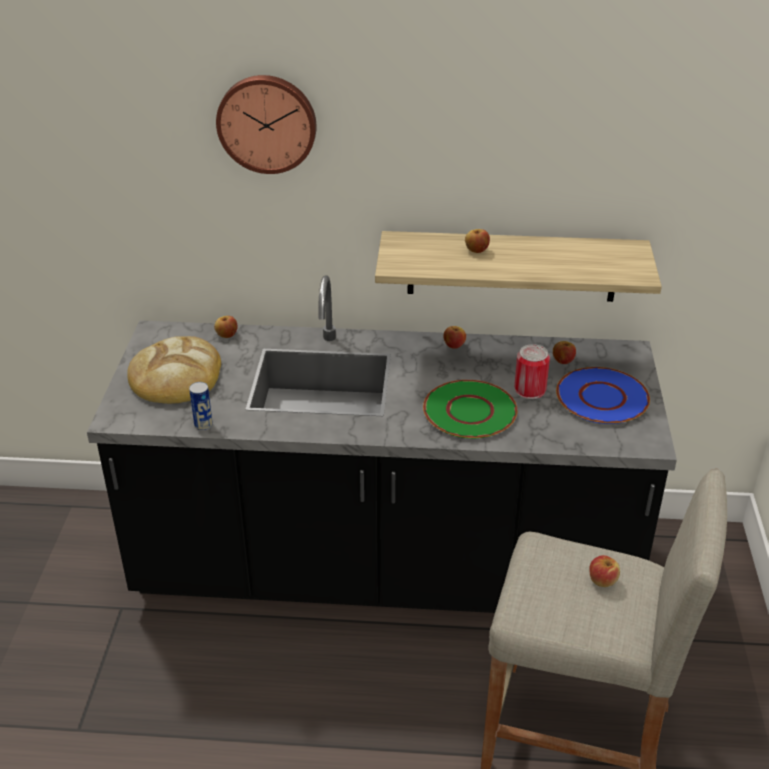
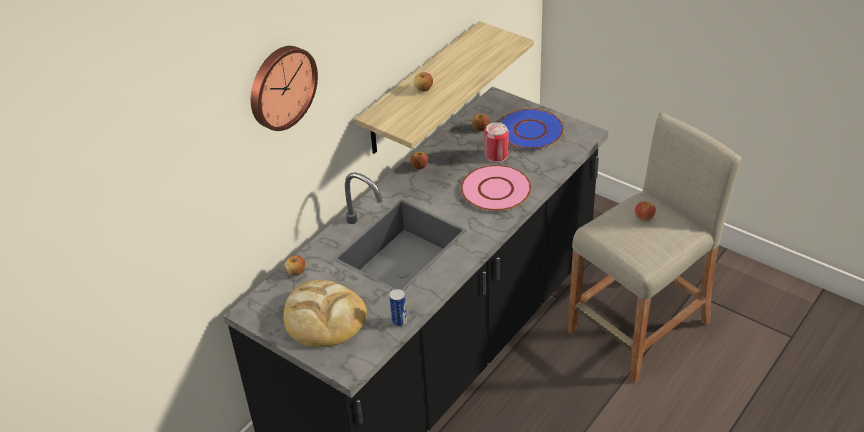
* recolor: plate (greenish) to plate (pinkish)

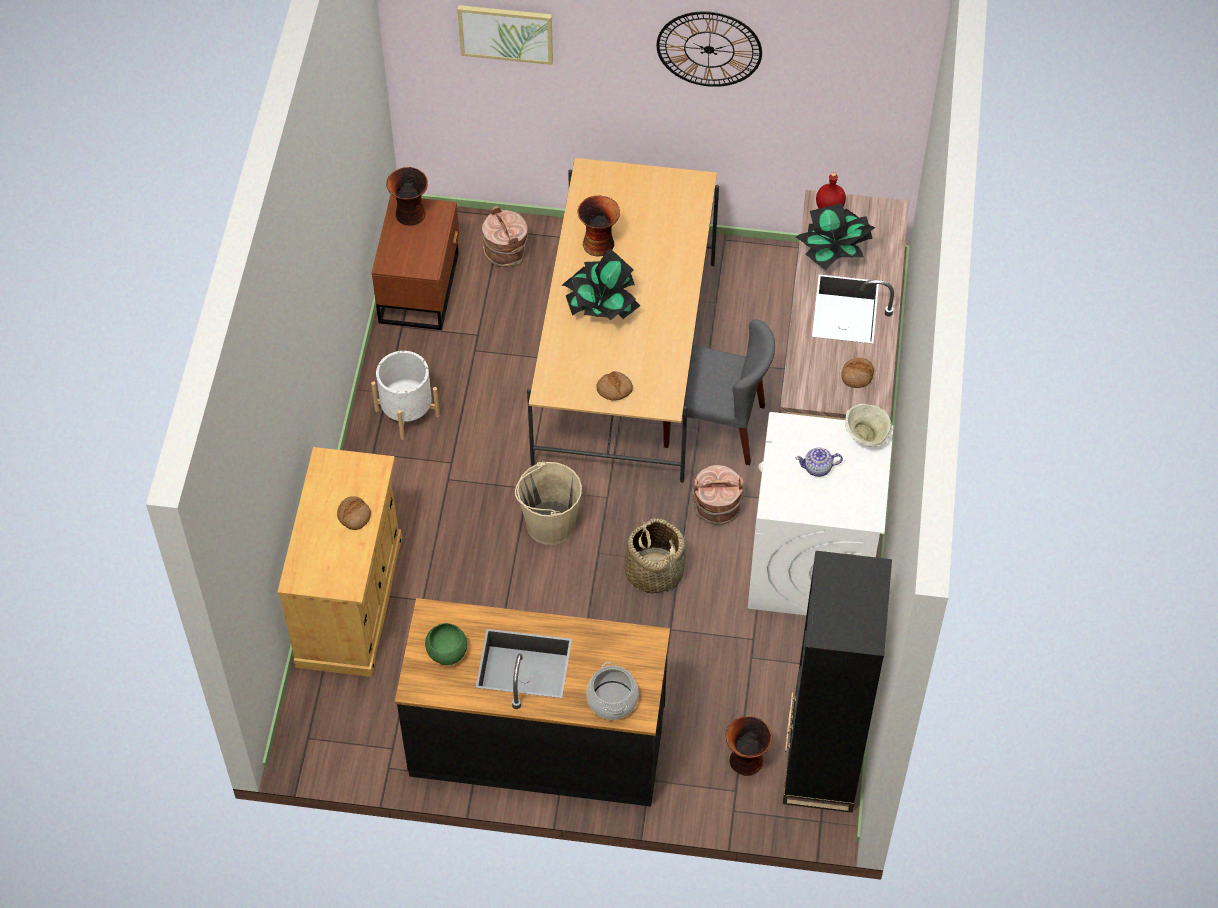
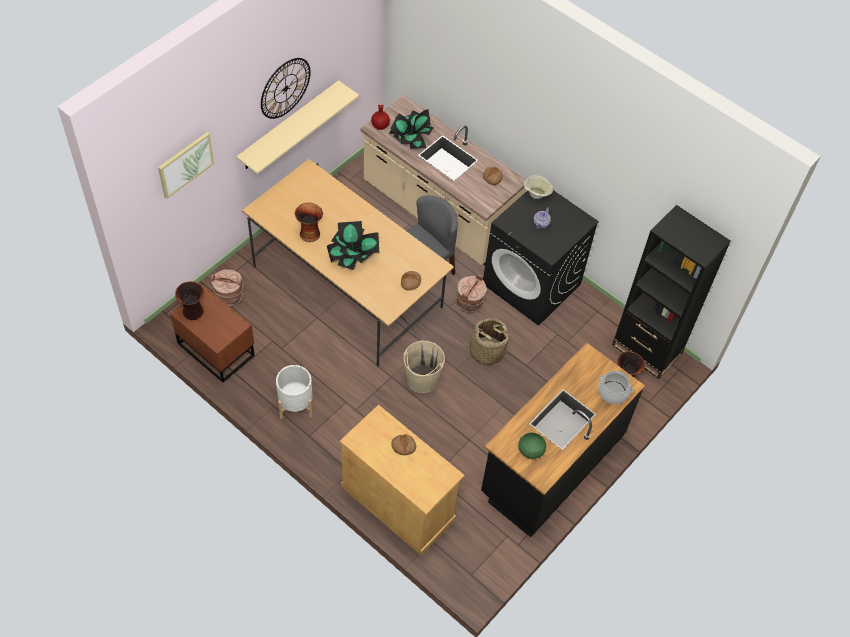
* insert: wall shelf (beige)
* recolor: laundry machine (white-coloured) to laundry machine (black-coloured)

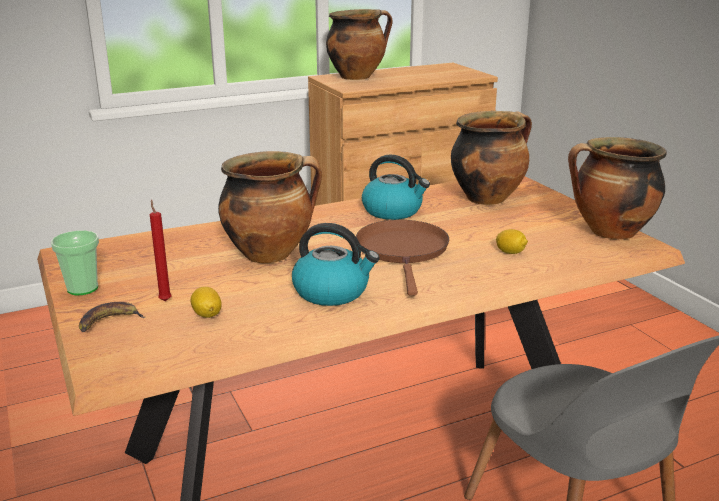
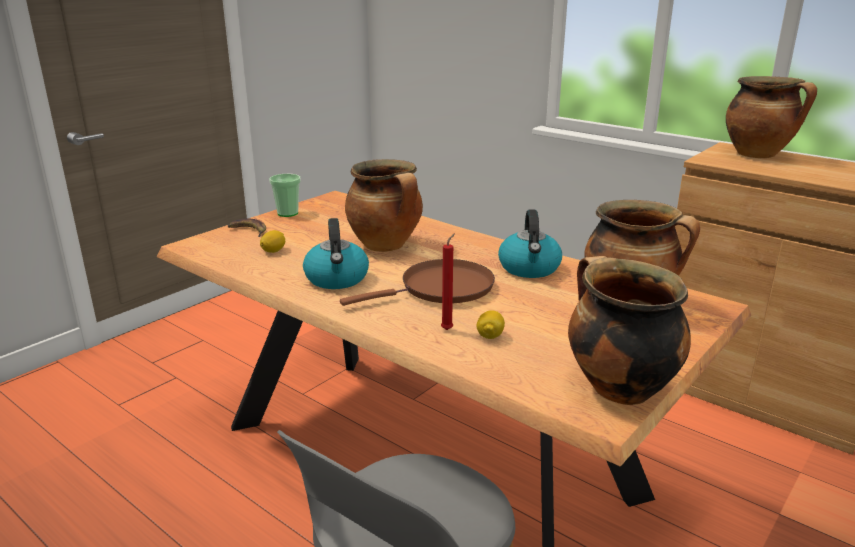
* move: wax candle (red-coloured)

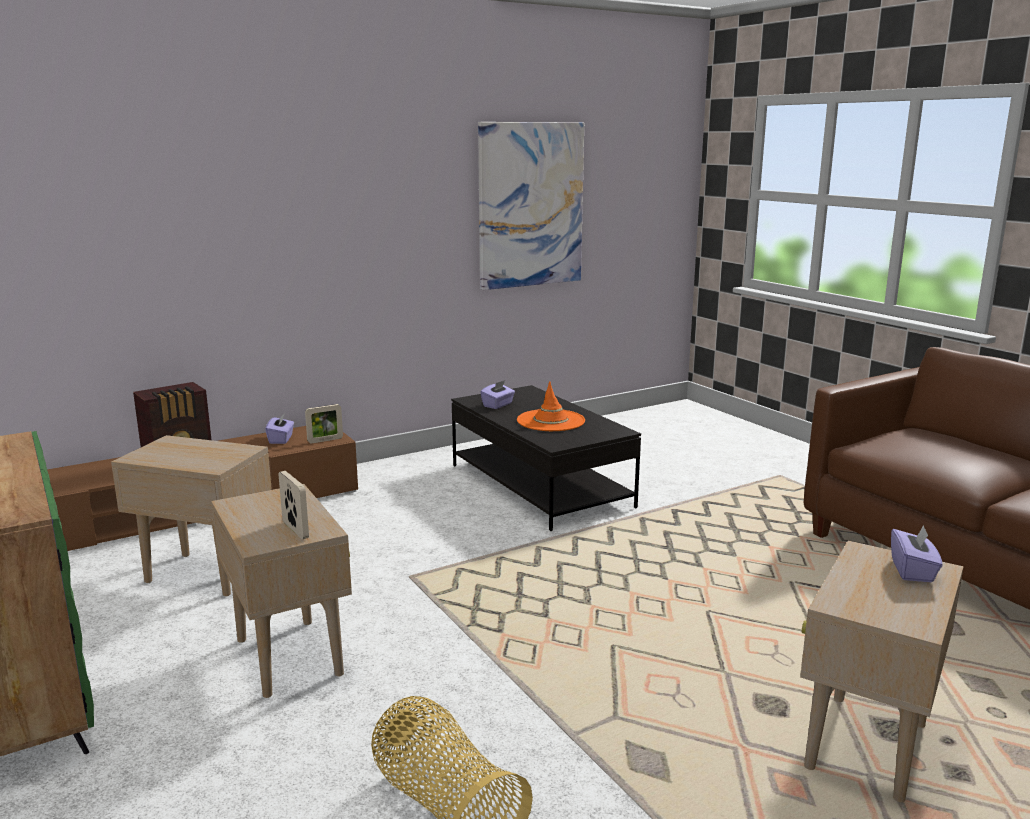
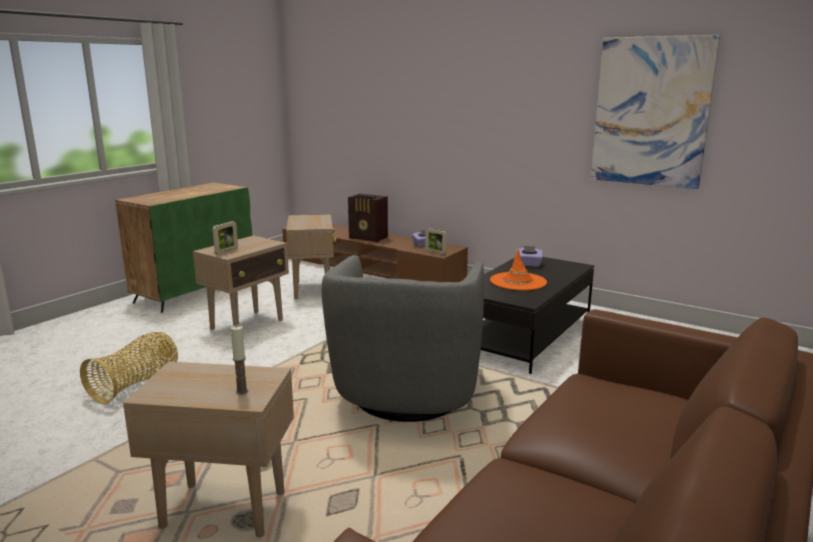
* insert: lounge chair (gray)
* replace: tissue holder (purplish) (3rd from left) to wax candle

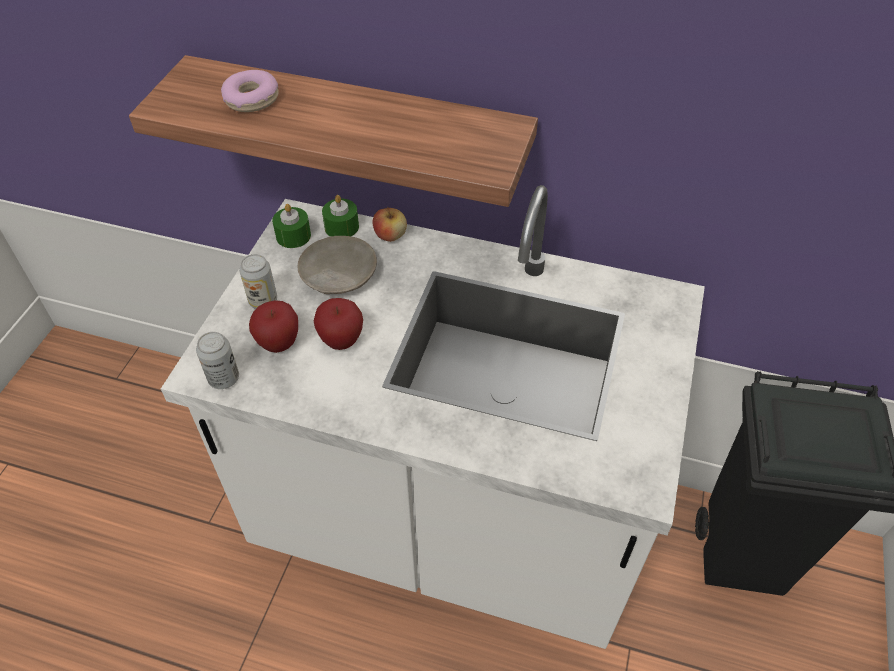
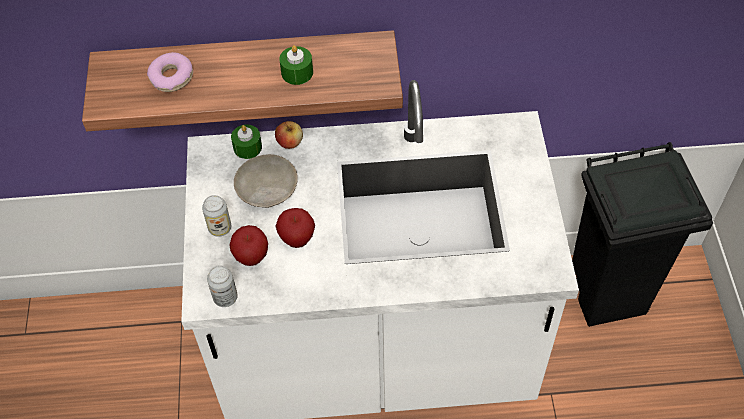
* move: wax candle (greenish) (1st from left in the first image) to wax candle (greenish) (2nd from left)

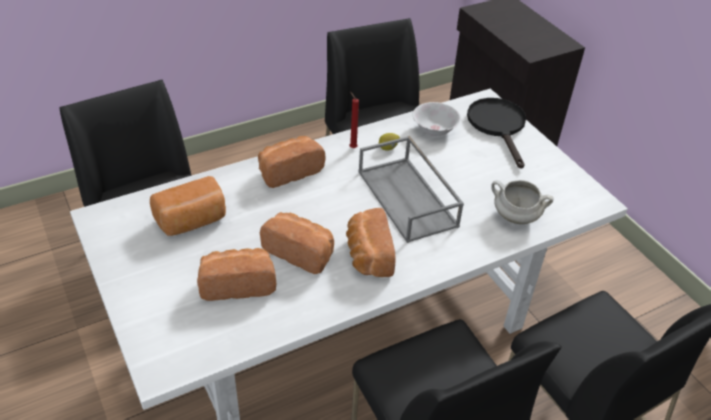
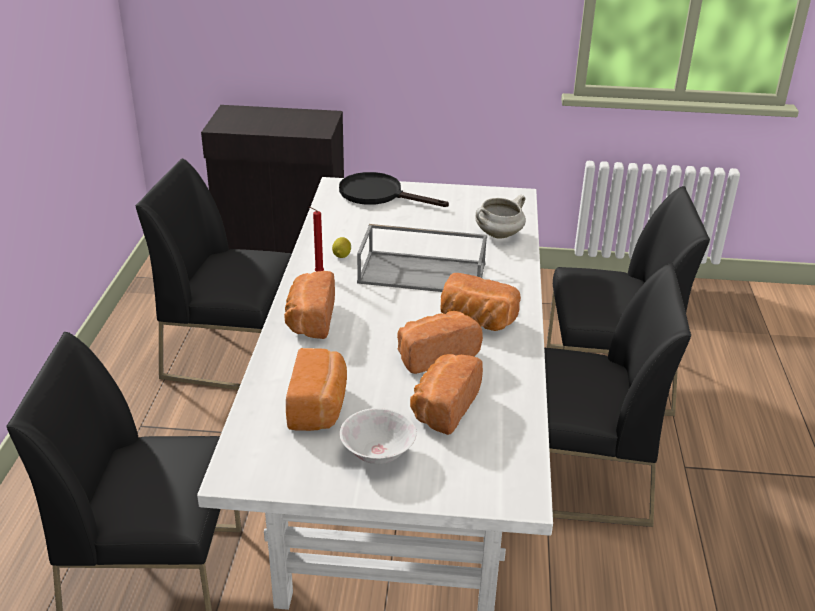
* move: deep dish (white-coloured)

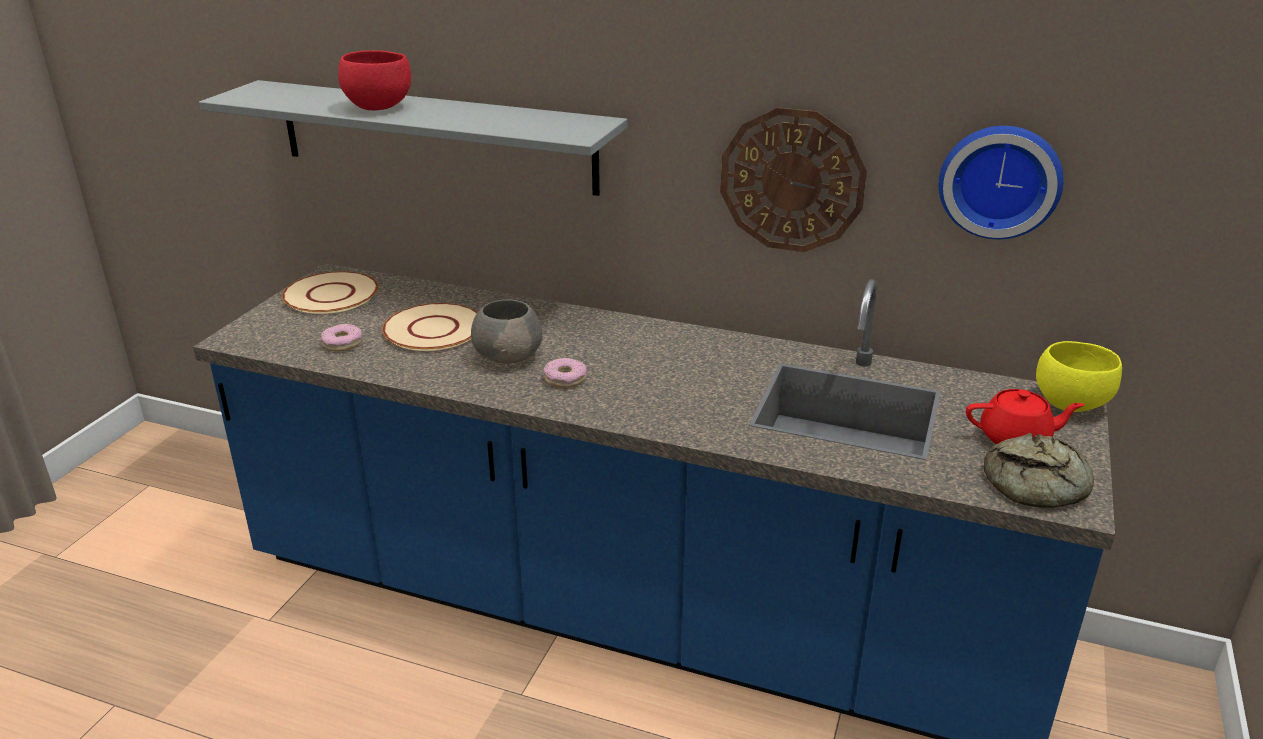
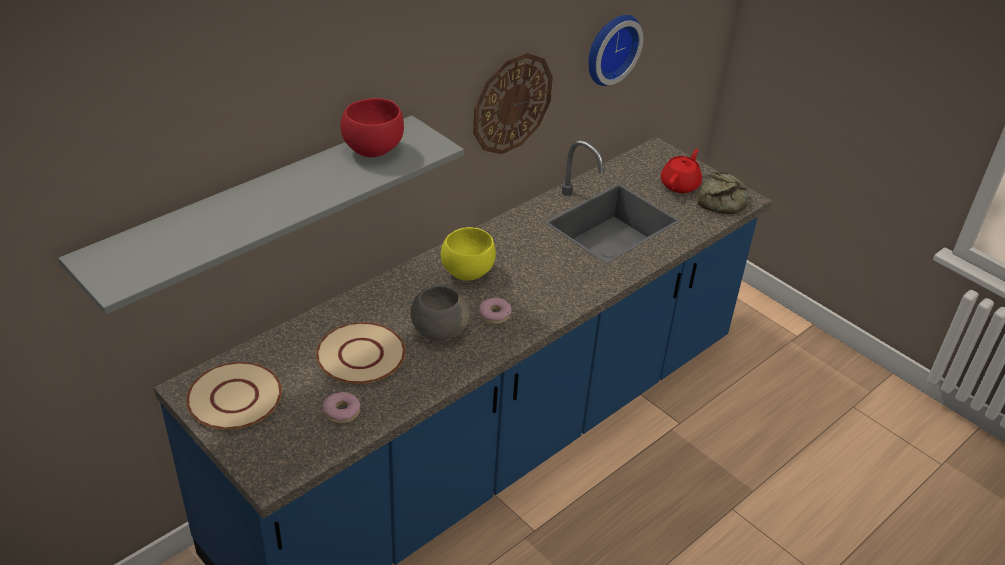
* move: deep dish (red-coloured)
* move: deep dish (yellow)

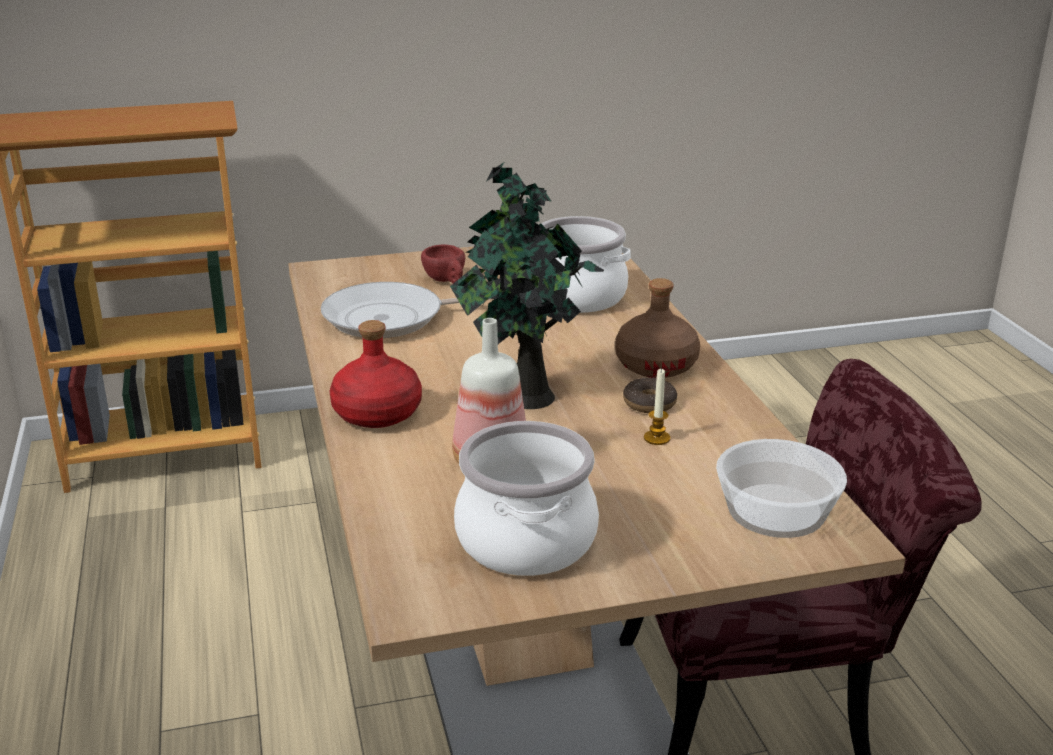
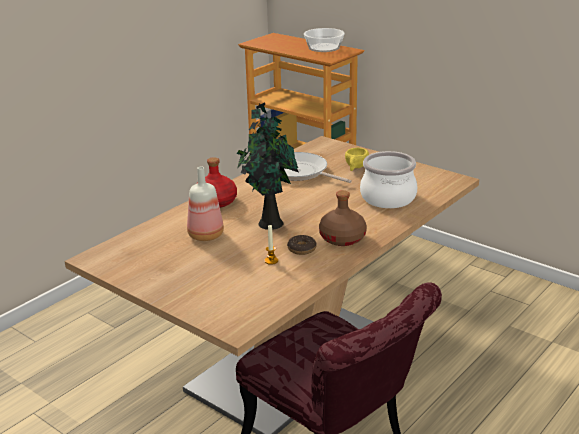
* delete: saucepot (1st from left)
* move: deep dish
* recolor: drinking cup (red-coloured) to drinking cup (yellow)

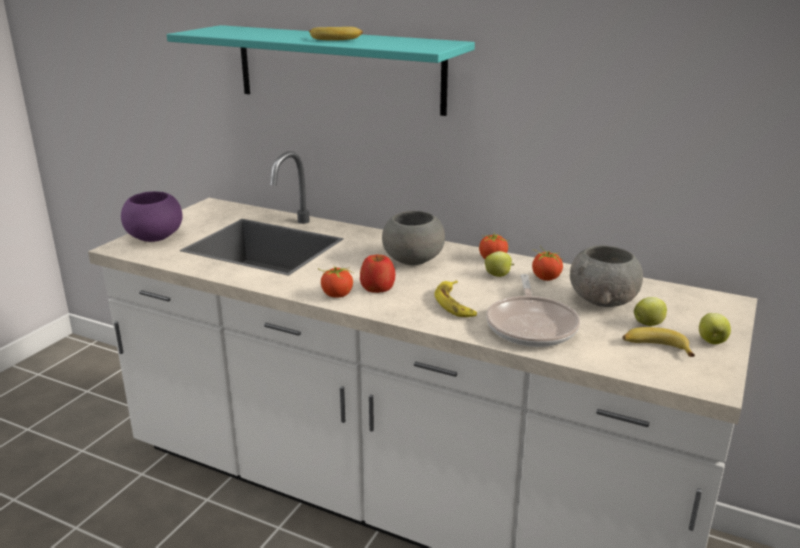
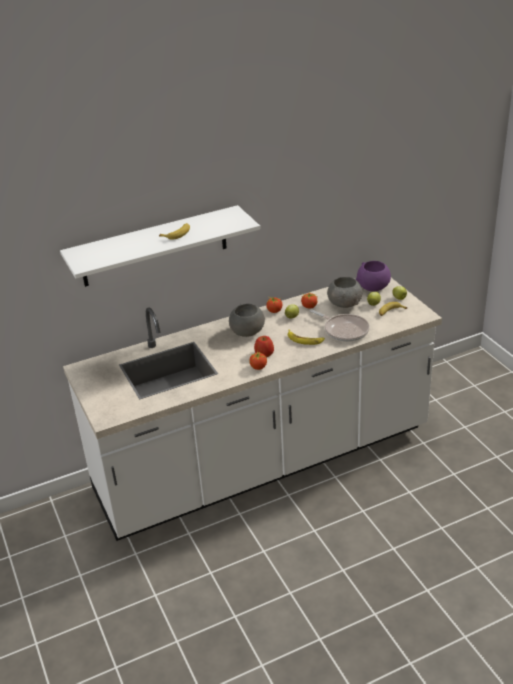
* move: deep dish (purplish)
* recolor: wall shelf (blue-green) to wall shelf (white-coloured)

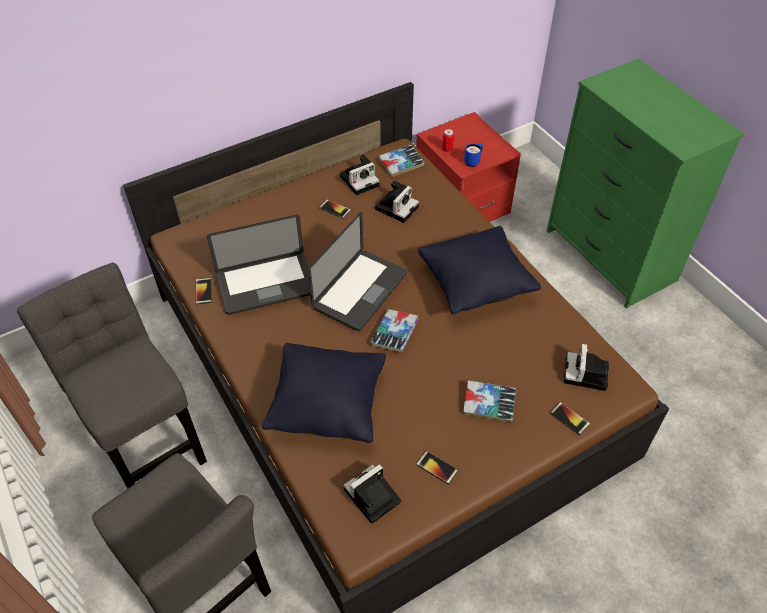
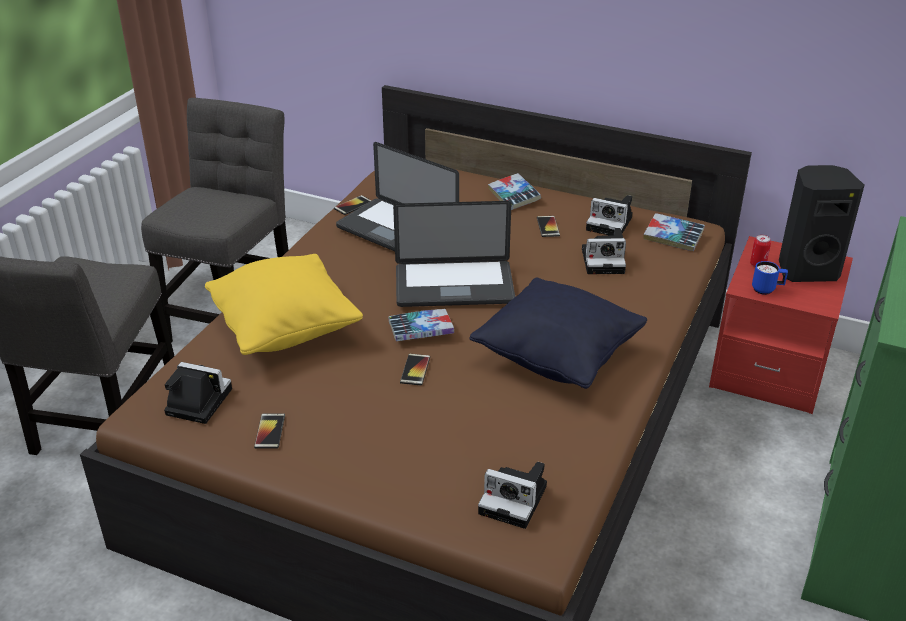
* insert: speaker (black-coloured)
* move: book (3rd from left in the first image) to book (2nd from left)
* move: handset (4th from left in the first image) to handset (3rd from left)
* recolor: throw pillow (black-coloured) (1st from left) to throw pillow (yellow)
* rotate: photo camera (4th from left in the first image) 135 degrees counterclockwise

